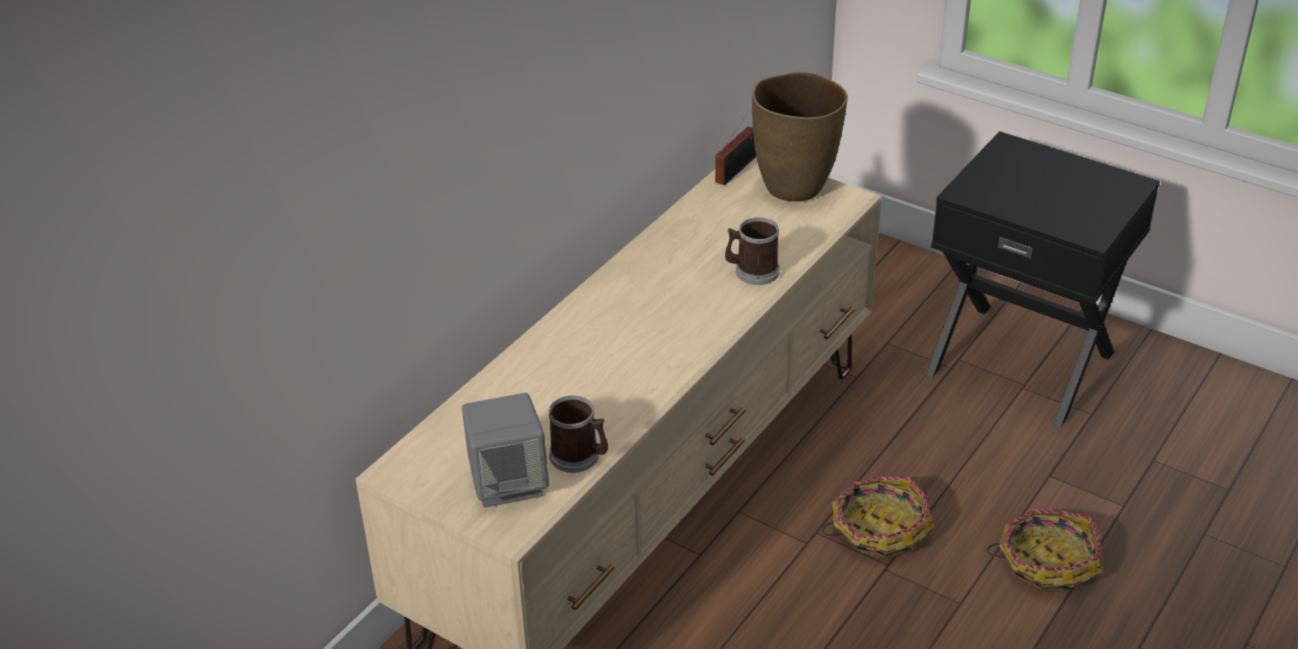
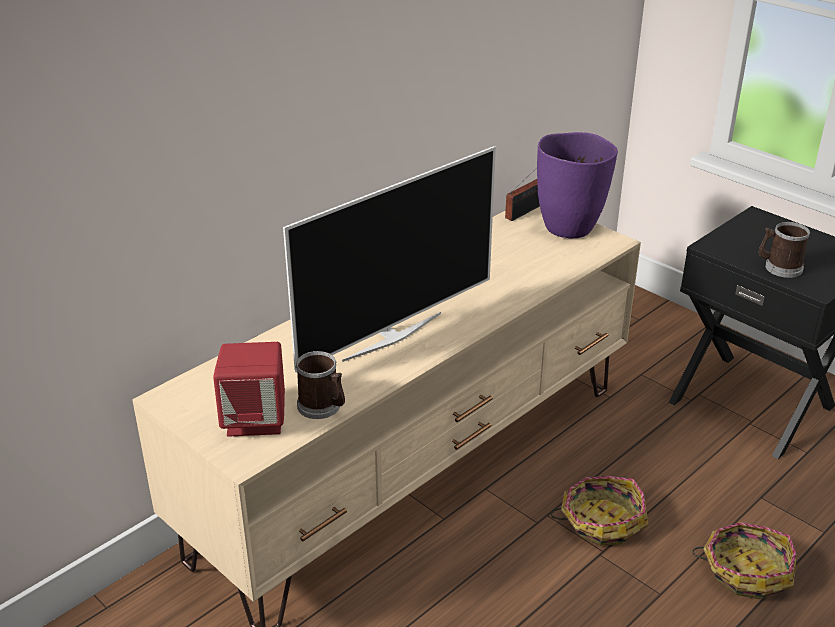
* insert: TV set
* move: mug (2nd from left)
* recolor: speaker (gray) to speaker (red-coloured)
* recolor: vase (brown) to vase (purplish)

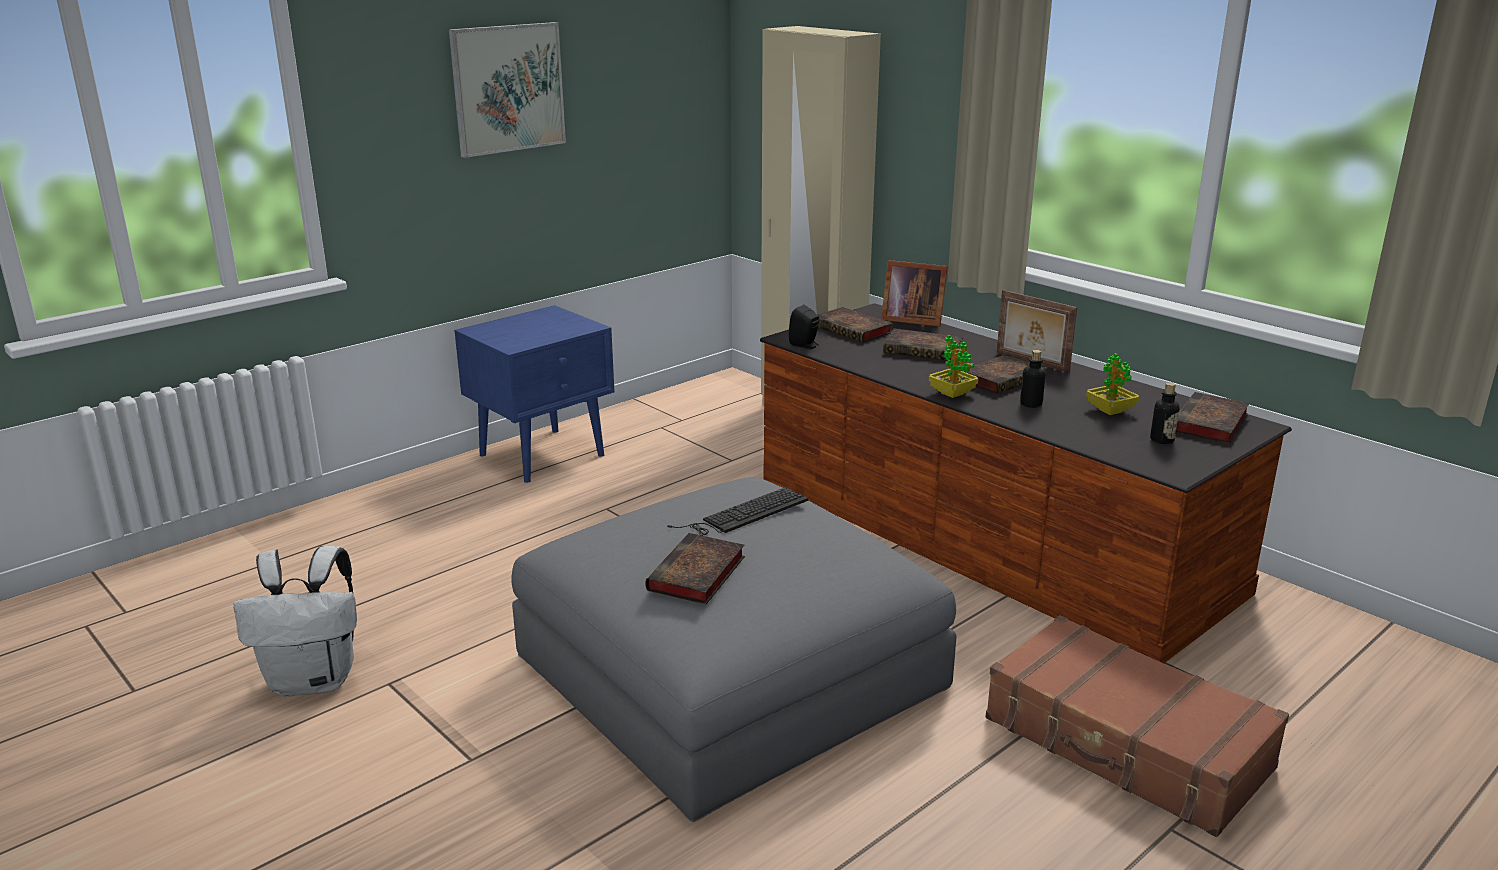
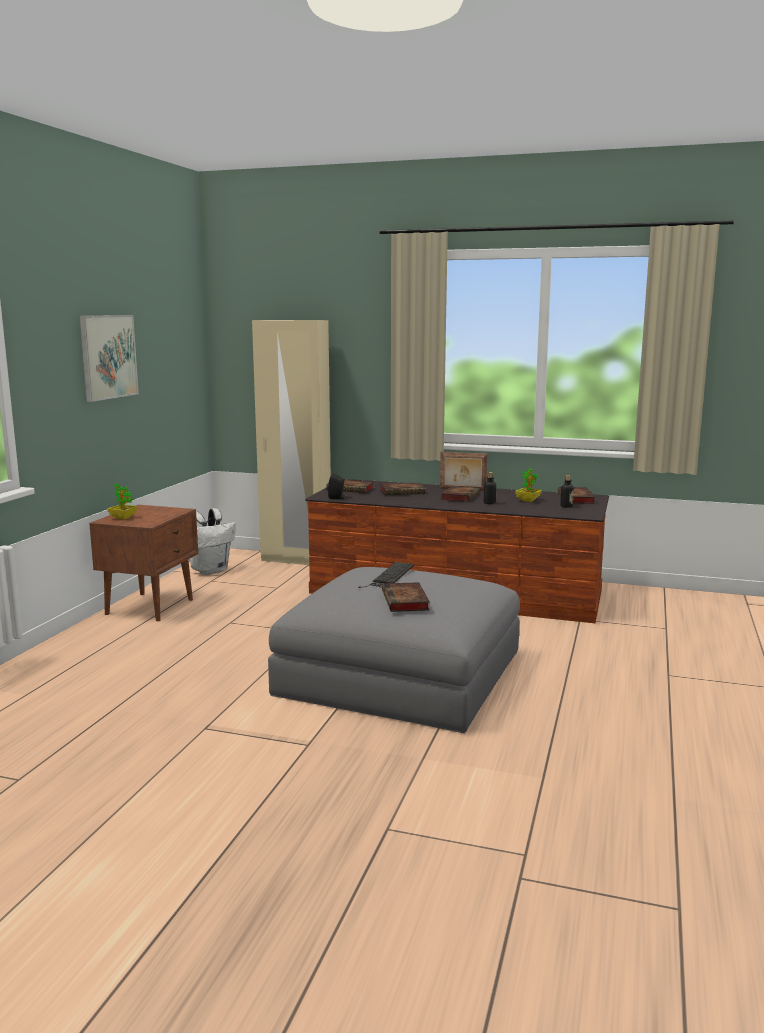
* delete: picture frame (1st from left)
* delete: suitcase (brown)
* move: knapsack (white-coloured)
* move: houseplant (1st from left)
* recolor: bedside table (bluish) to bedside table (brown)

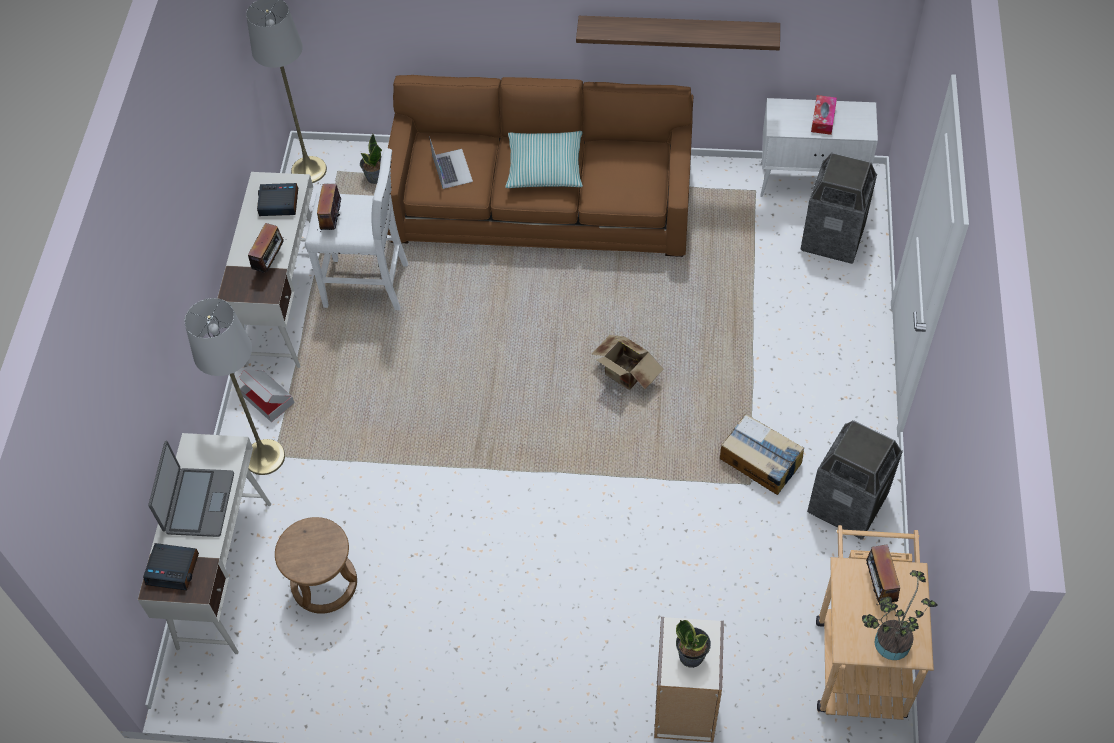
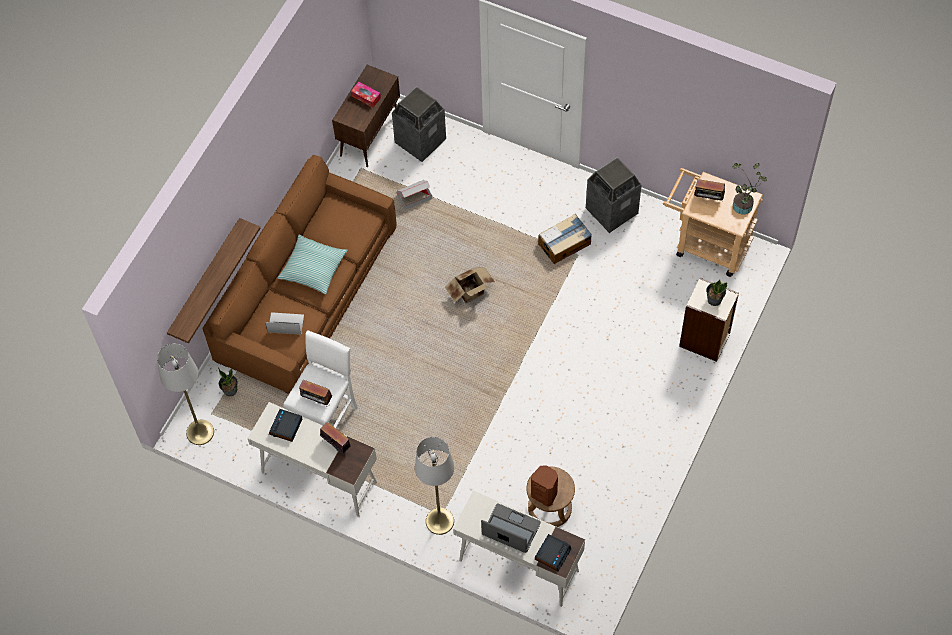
* insert: speaker (brown)
* move: cardboard box (1st from left)
* move: wall shelf
* recolor: cabinet (white-coloured) to cabinet (brown)

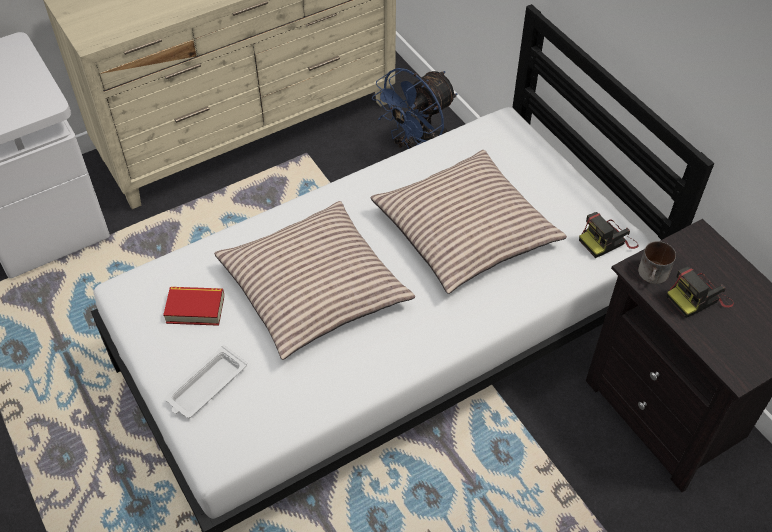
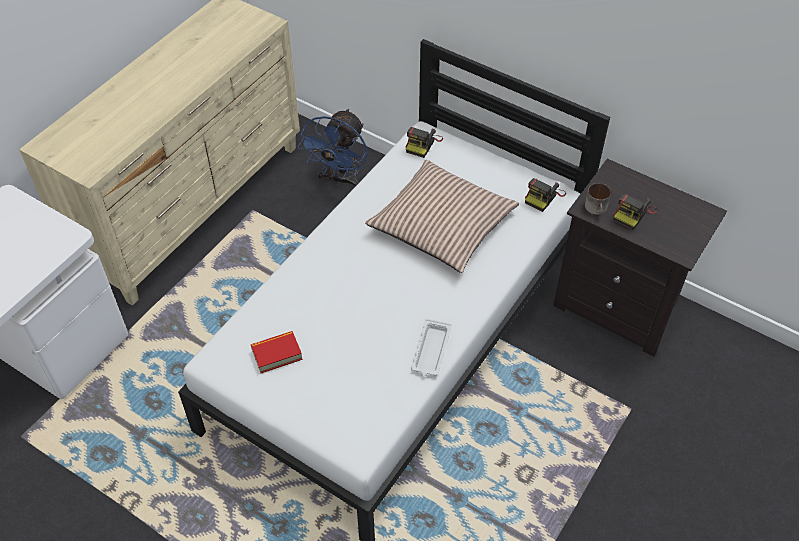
* delete: throw pillow (1st from left)
* insert: photo camera (1st from left)
* move: tray (white-coloured)

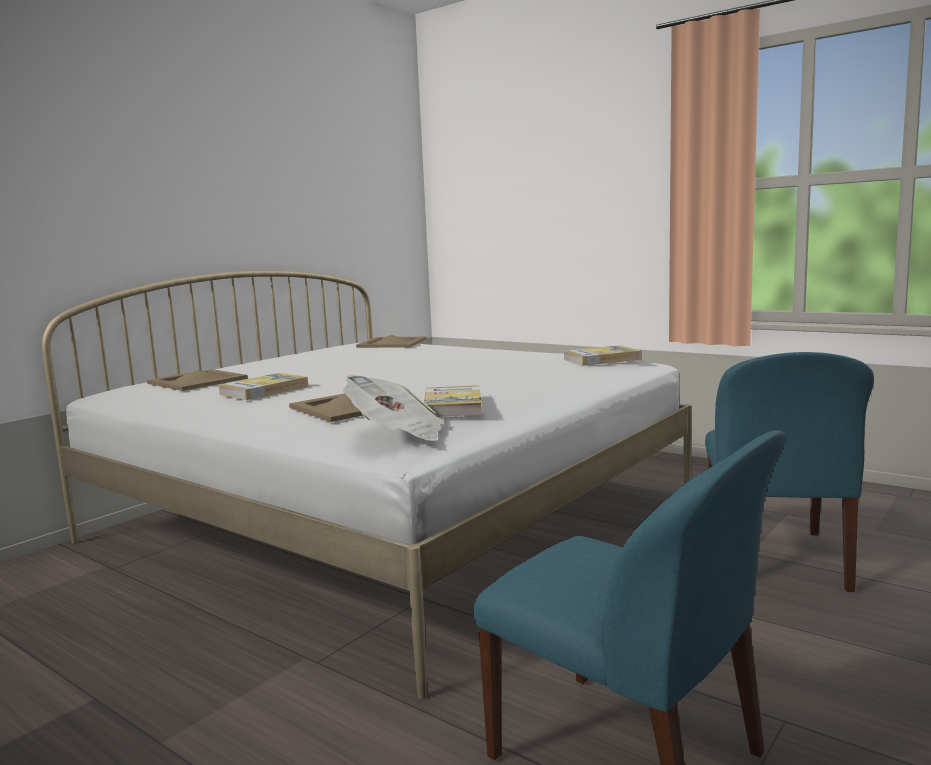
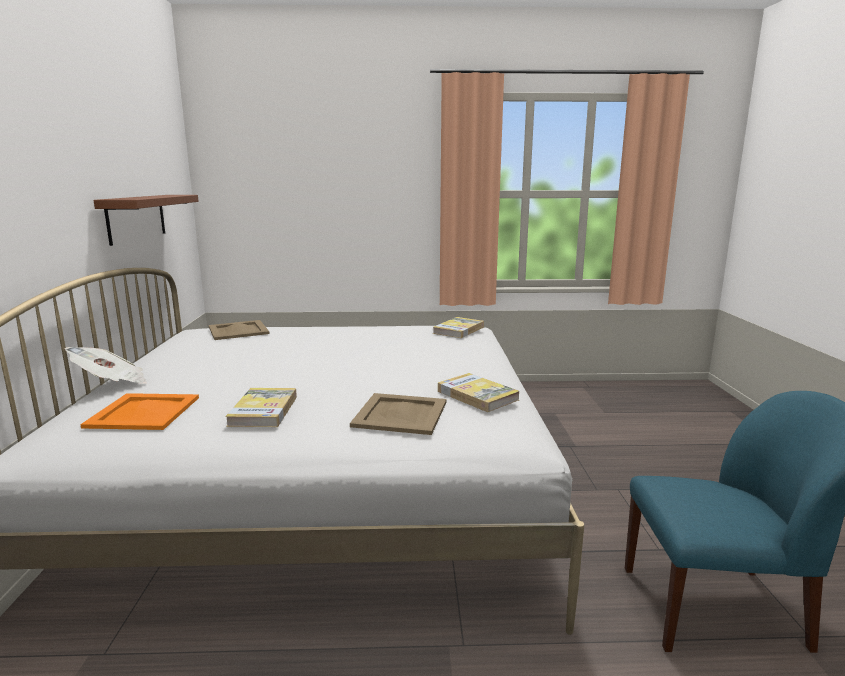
* delete: upright chair (bluish) (2nd from left)
* insert: wall shelf (brown)
* move: newspaper
* recolor: tray (beige) (1st from left) to tray (orangey)

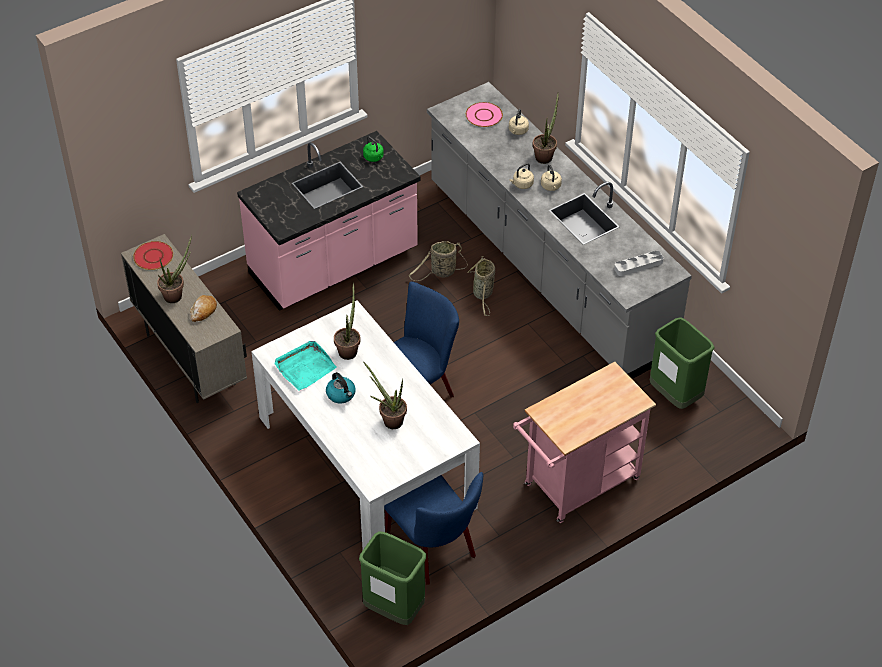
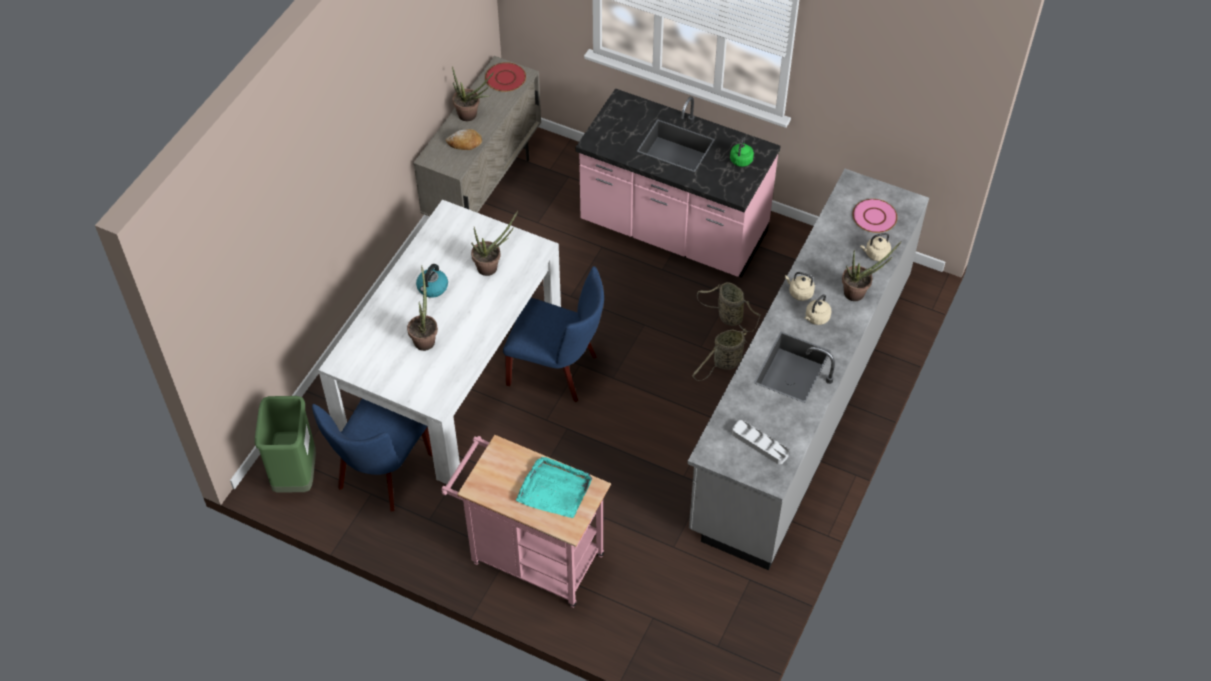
* delete: trash can (greenish) (2nd from left)
* move: tray (blue-green)

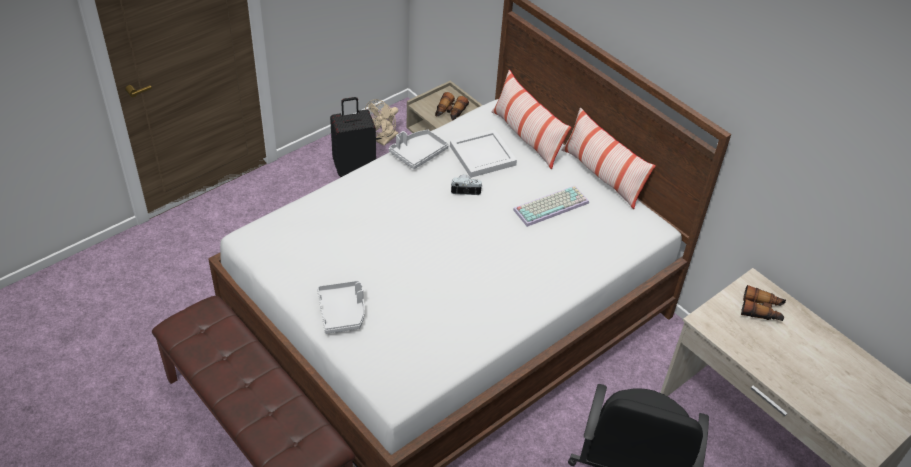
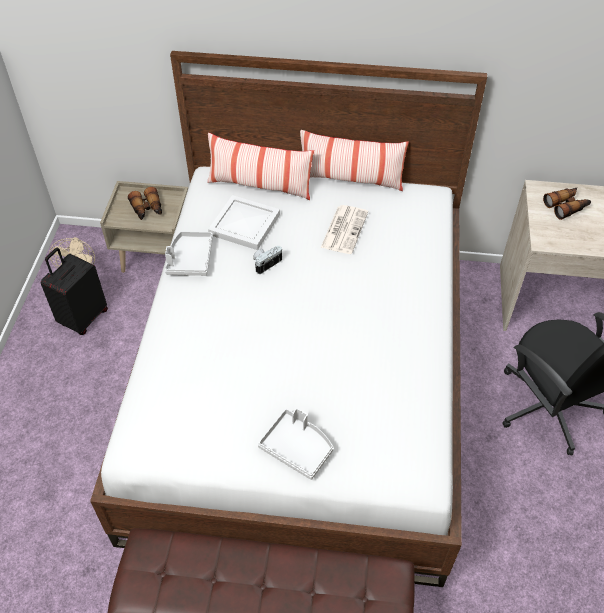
* replace: keyboard to newspaper

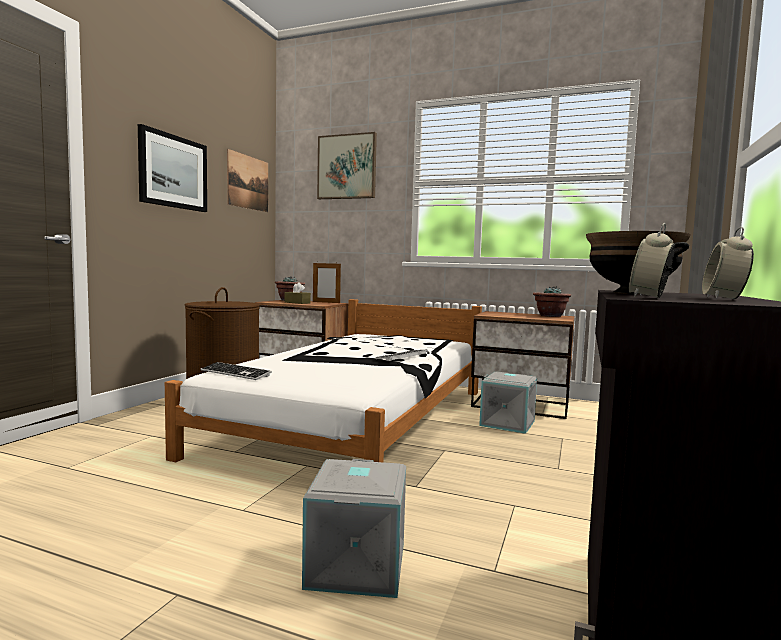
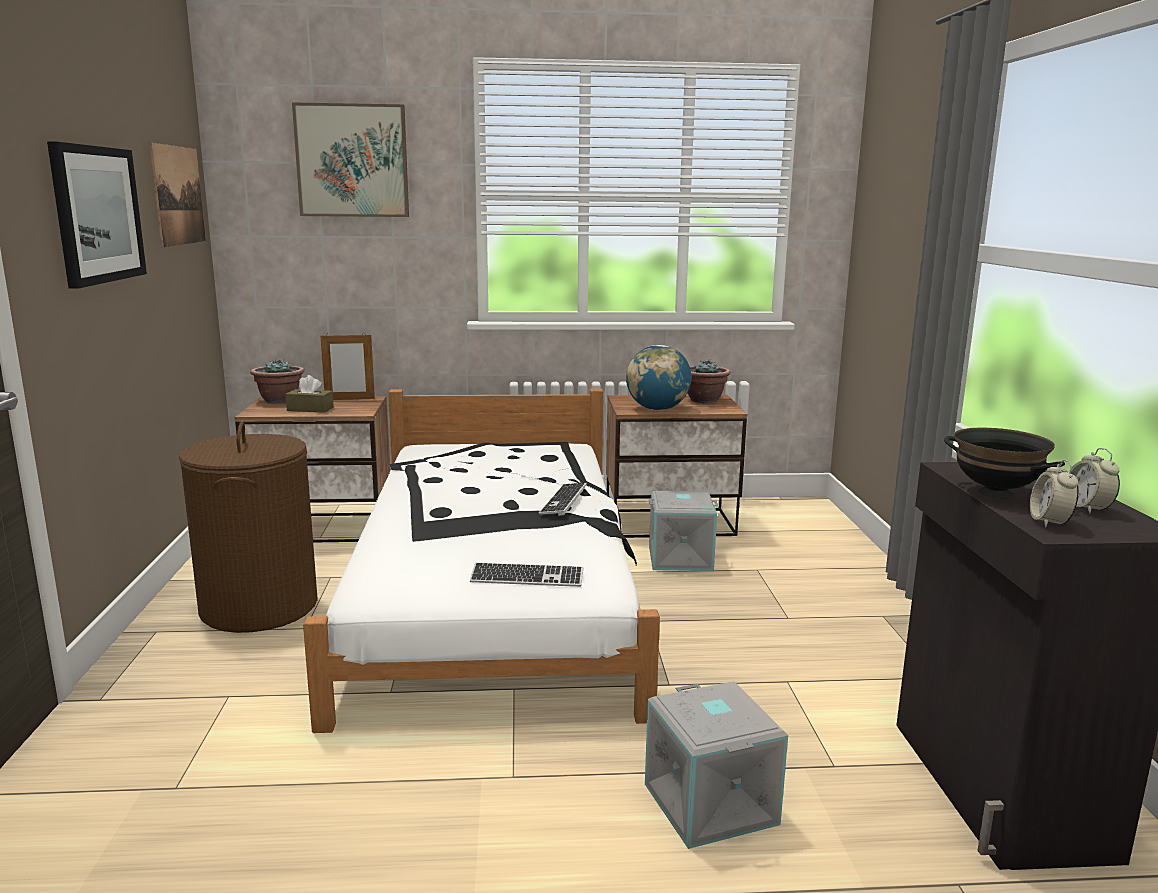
* insert: world globe
* move: keyboard (1st from left)

